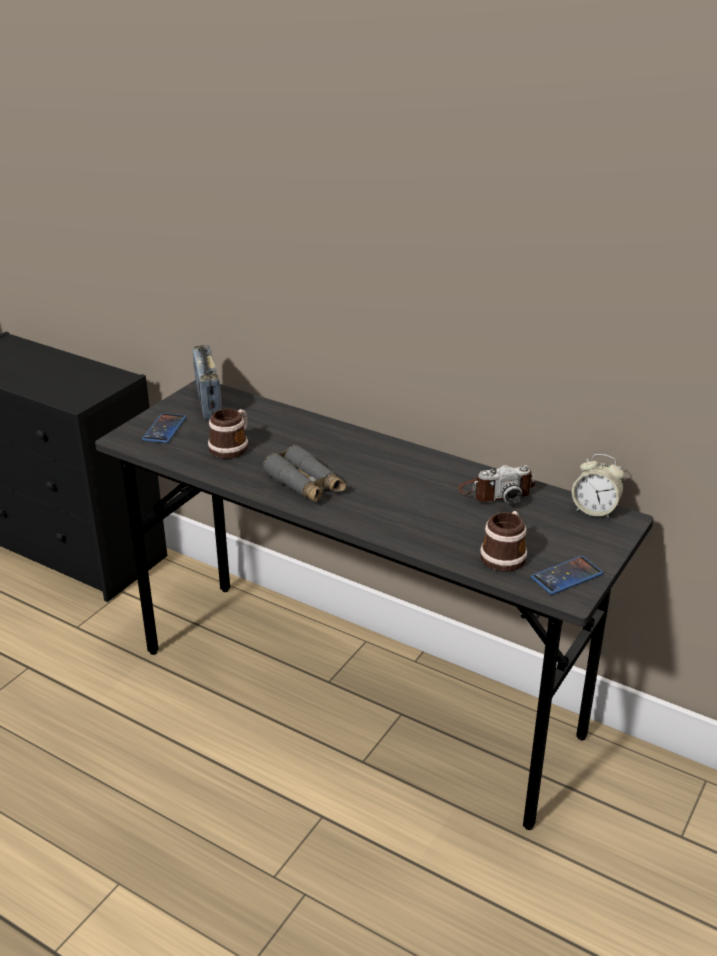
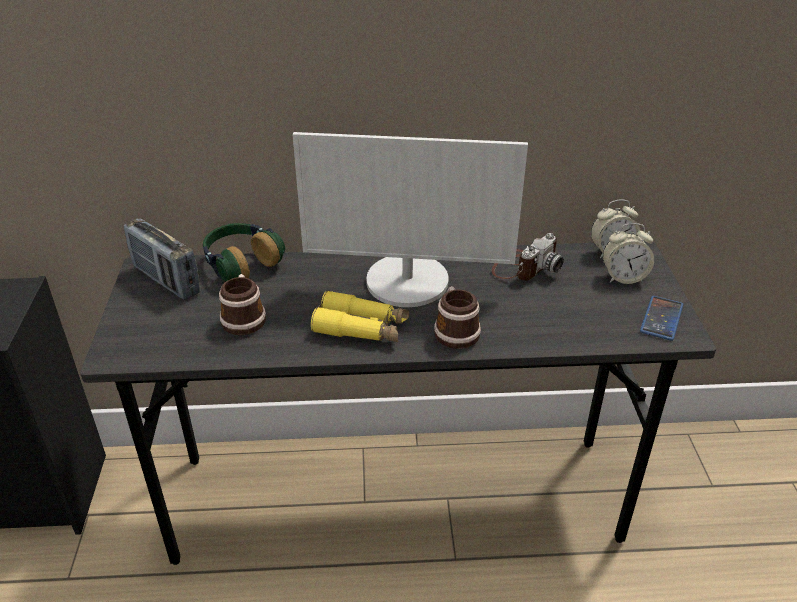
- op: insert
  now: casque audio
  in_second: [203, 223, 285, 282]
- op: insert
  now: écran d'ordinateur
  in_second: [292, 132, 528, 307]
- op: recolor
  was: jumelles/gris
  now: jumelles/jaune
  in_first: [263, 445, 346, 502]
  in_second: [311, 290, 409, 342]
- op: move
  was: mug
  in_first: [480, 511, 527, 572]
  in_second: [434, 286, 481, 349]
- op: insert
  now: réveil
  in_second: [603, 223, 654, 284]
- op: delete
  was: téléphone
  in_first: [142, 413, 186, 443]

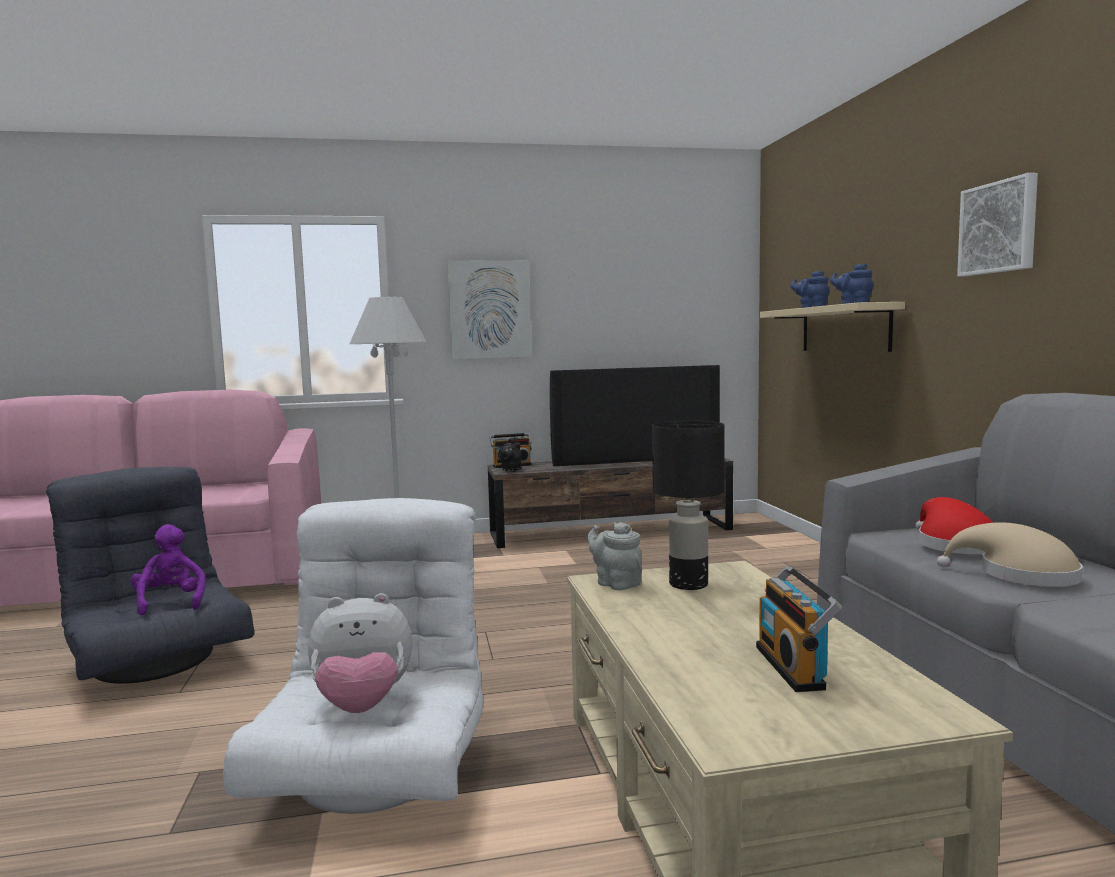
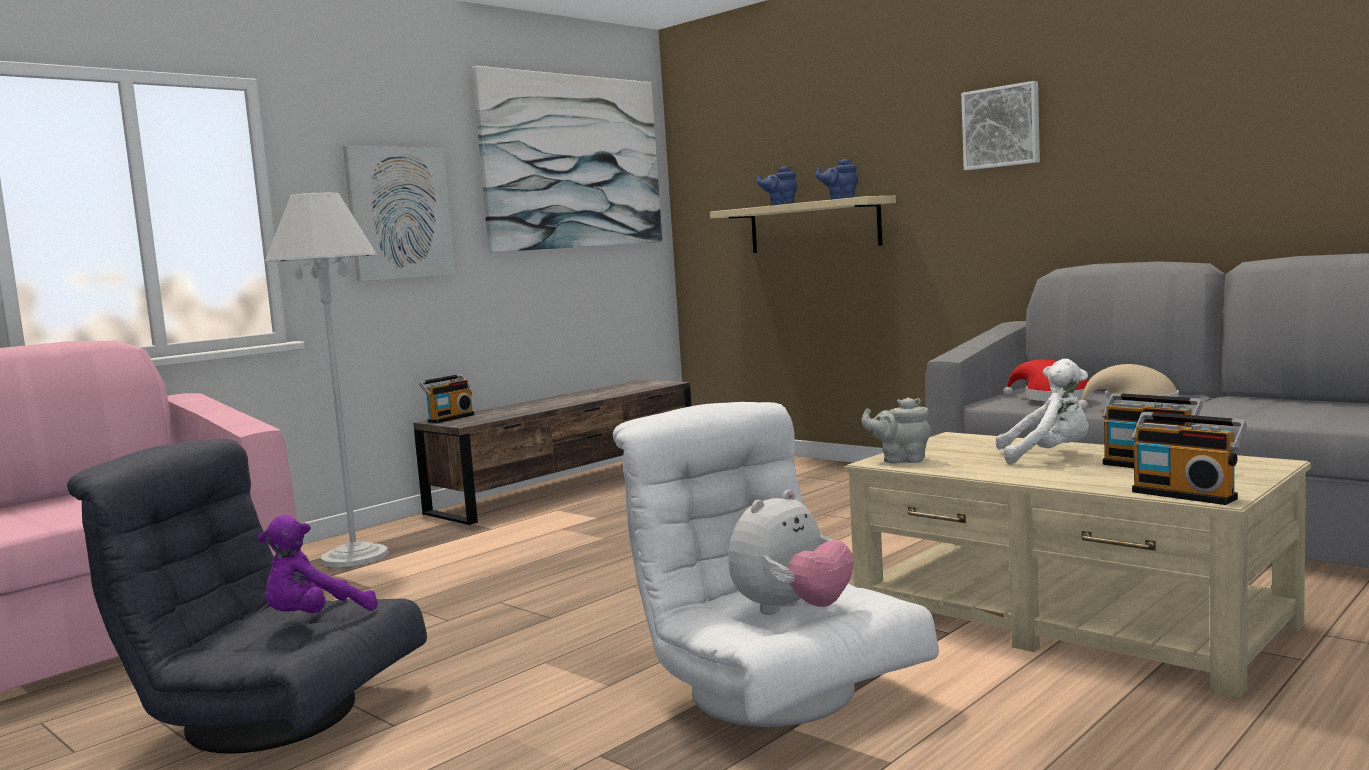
- op: rotate
  was: peluche/violet
  in_first: [130, 524, 206, 615]
  in_second: [258, 515, 378, 613]
  clockwise: -75
- op: insert
  now: tableau
  in_second: [472, 66, 662, 253]
- op: insert
  now: peluche/blanc
  in_second: [996, 359, 1089, 465]
- op: insert
  now: radio
  in_second: [1131, 412, 1247, 505]
- op: delete
  was: théière/noir
  in_first: [498, 438, 522, 472]
- op: delete
  was: téléviseur
  in_first: [550, 365, 720, 466]
- op: delete
  was: lampe de table/noir
  in_first: [652, 421, 724, 590]

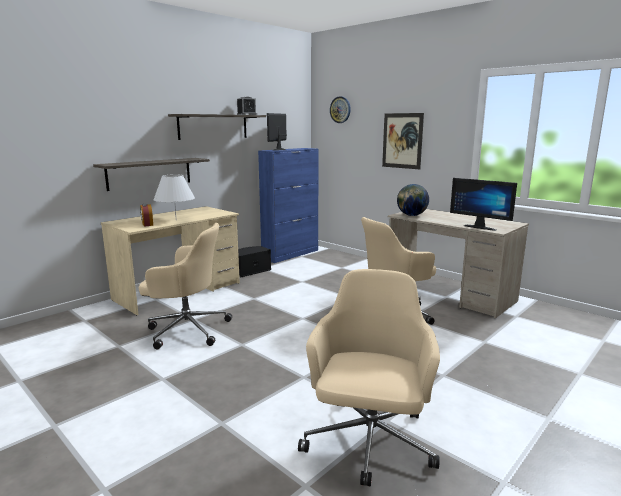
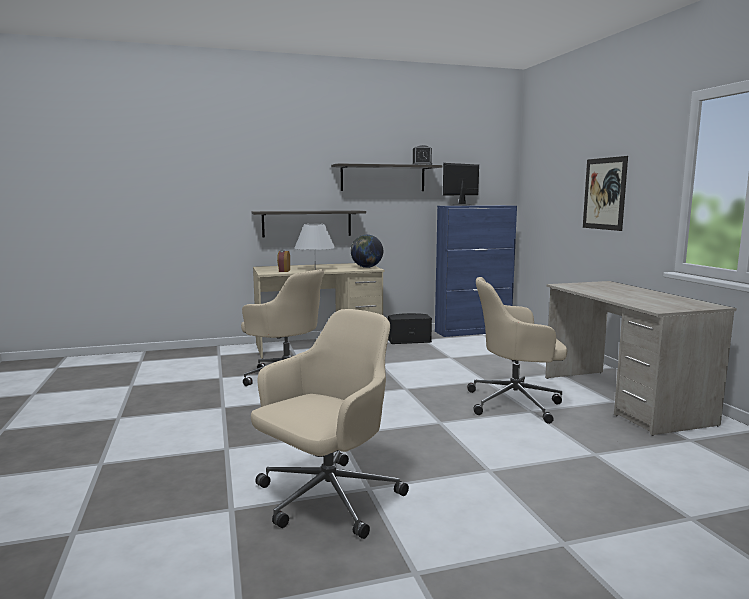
- op: move
  was: globe
  in_first: [397, 184, 429, 216]
  in_second: [351, 235, 383, 268]
- op: delete
  was: horloge murale
  in_first: [330, 96, 351, 123]
- op: delete
  was: écran d'ordinateur
  in_first: [450, 178, 517, 231]

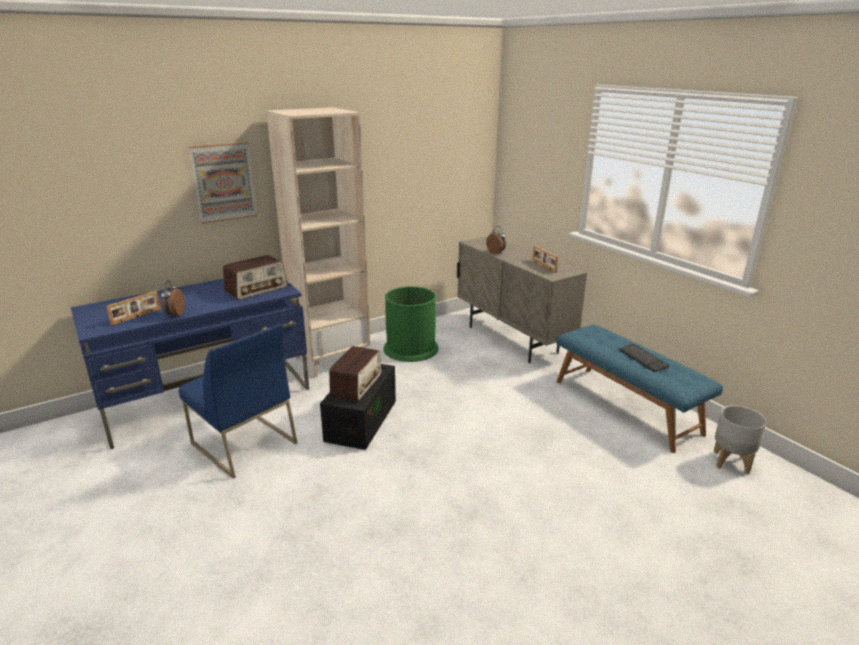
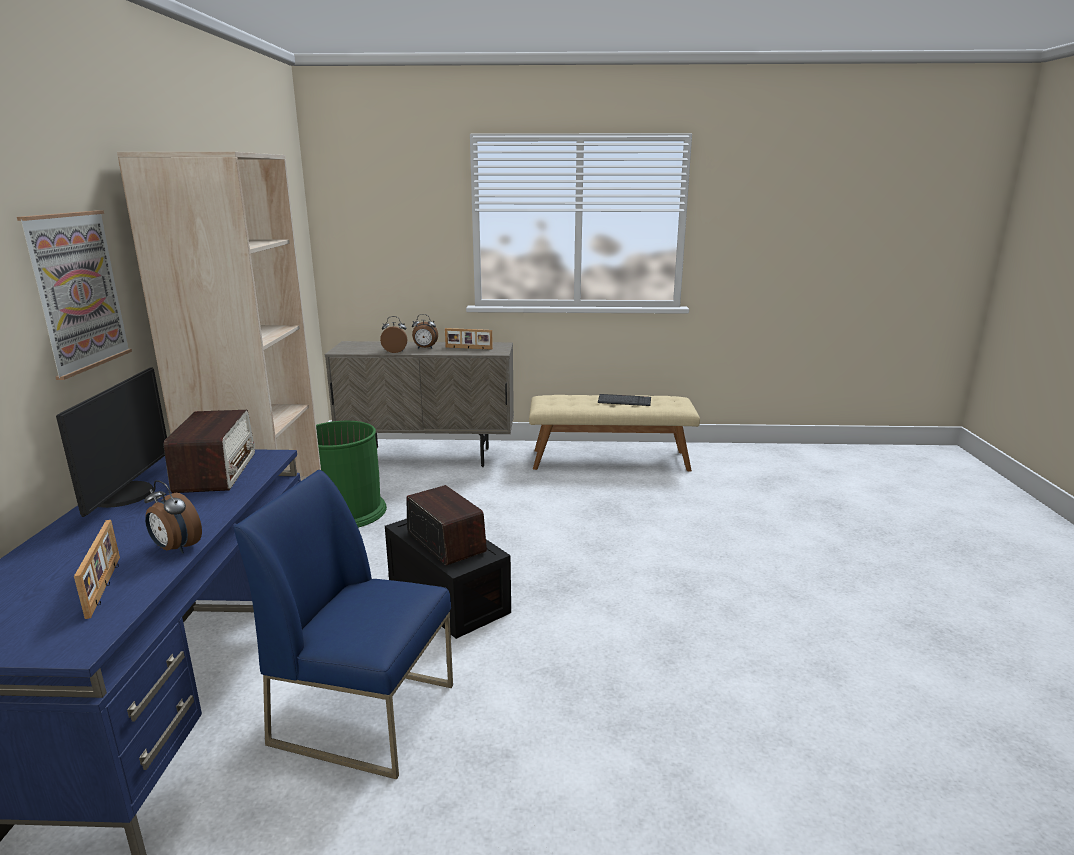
- op: insert
  now: écran d'ordinateur
  in_second: [56, 367, 167, 517]
- op: rotate
  was: chaise/bleu
  in_first: [179, 324, 297, 478]
  in_second: [234, 470, 453, 779]
  clockwise: -150
- op: insert
  now: réveil
  in_second: [412, 314, 438, 349]
- op: recolor
  was: banc/bleu
  now: banc/beige
  in_first: [556, 324, 723, 453]
  in_second: [529, 395, 700, 472]
- op: delete
  was: cache-pot/gris
  in_first: [713, 405, 767, 474]

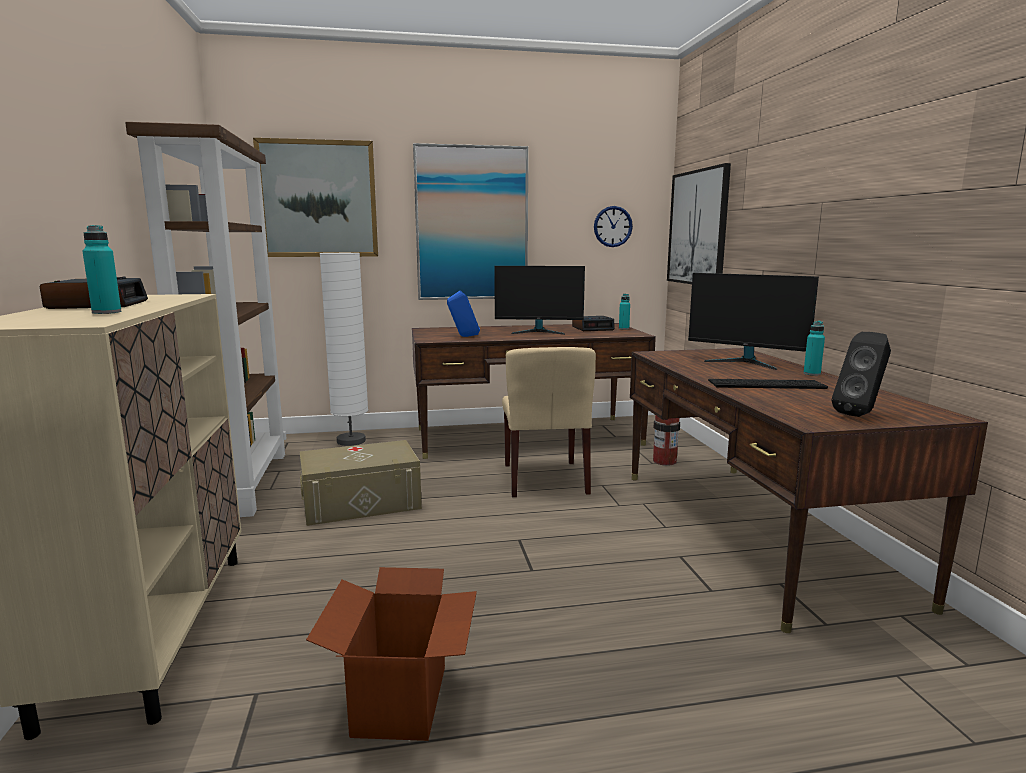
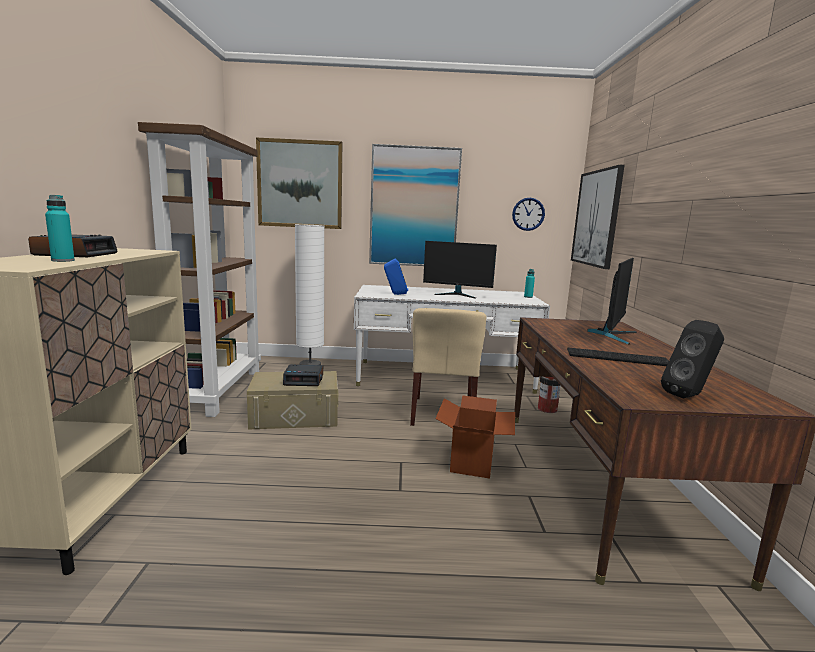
- op: move
  was: réveil
  in_first: [572, 316, 615, 331]
  in_second: [283, 364, 323, 386]
- op: recolor
  was: bureau/marron
  now: bureau/blanc
  in_first: [412, 323, 656, 459]
  in_second: [354, 285, 550, 394]
- op: move
  was: carton
  in_first: [306, 567, 477, 741]
  in_second: [435, 395, 515, 479]
- op: rotate
  was: écran d'ordinateur
  in_first: [688, 273, 819, 370]
  in_second: [587, 258, 637, 345]
  clockwise: -105
- op: delete
  was: bouteille/turquoise
  in_first: [804, 321, 825, 376]

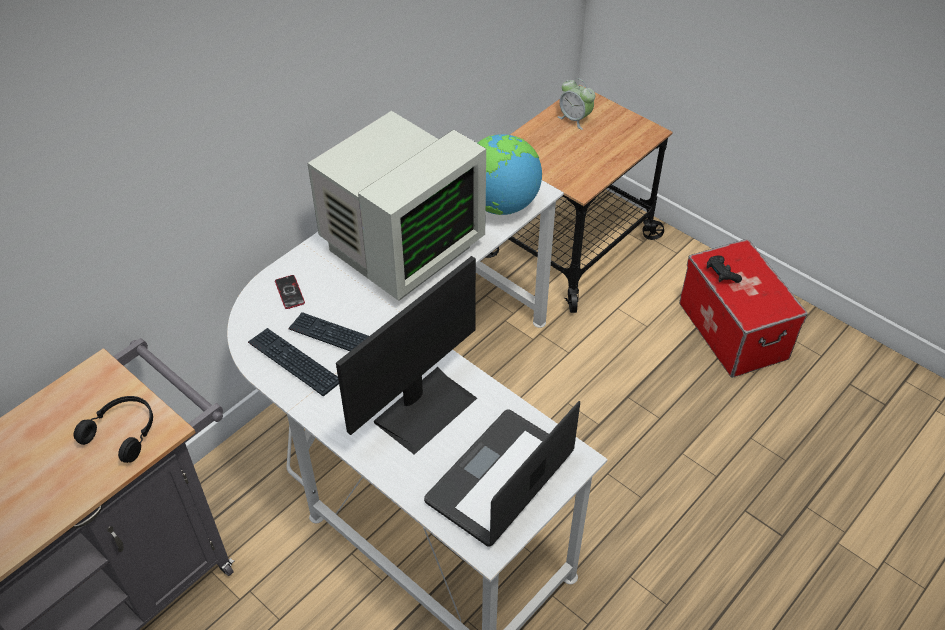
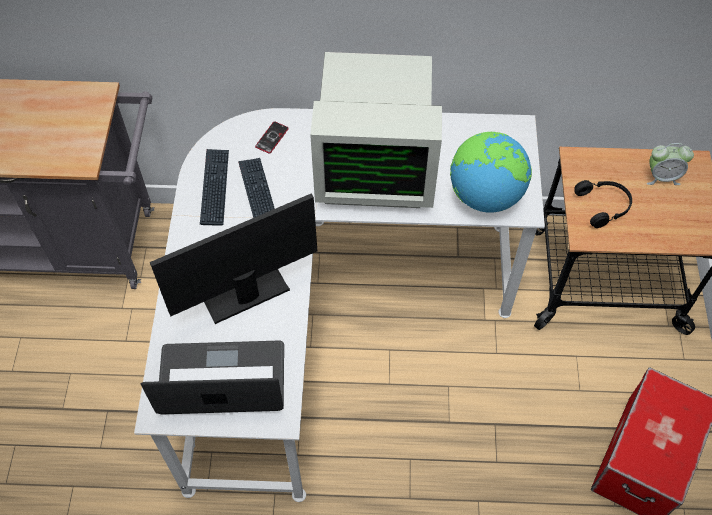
- op: rotate
  was: écran d'ordinateur
  in_first: [336, 256, 477, 455]
  in_second: [150, 194, 317, 324]
  clockwise: 150
- op: move
  was: casque audio/noir
  in_first: [74, 396, 153, 463]
  in_second: [574, 180, 632, 228]
- op: rotate
  was: réveil
  in_first: [558, 78, 595, 130]
  in_second: [647, 143, 694, 185]
  clockwise: -90
- op: delete
  was: manette/noir
  in_first: [707, 256, 742, 283]

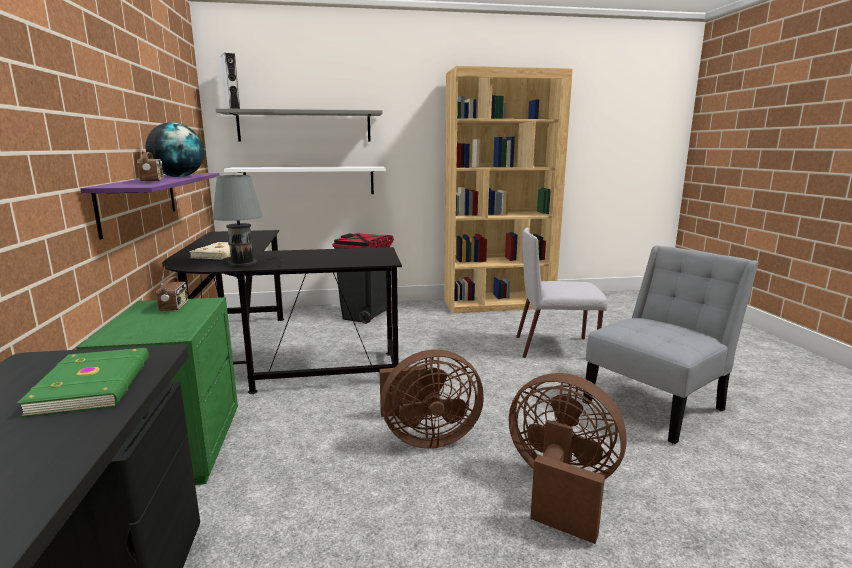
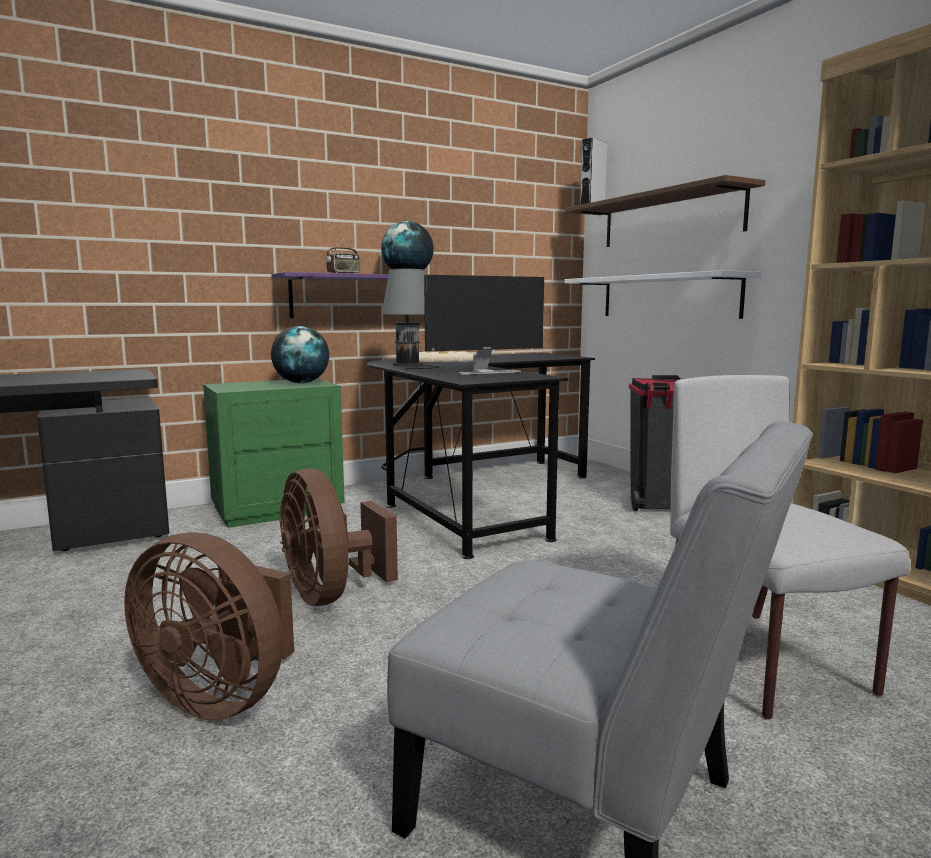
- op: rotate
  was: ventilateur/marron
  in_first: [509, 373, 627, 544]
  in_second: [124, 532, 294, 720]
  clockwise: 105
- op: replace
  was: radio
  now: globe
  in_first: [156, 266, 188, 312]
  in_second: [271, 326, 329, 383]
- op: insert
  now: écran d'ordinateur
  in_second: [424, 275, 544, 375]
- op: recolor
  was: étagère/gris
  now: étagère/marron
  in_first: [216, 109, 383, 142]
  in_second: [565, 175, 765, 247]
- op: delete
  was: livre/vert
  in_first: [17, 348, 149, 418]

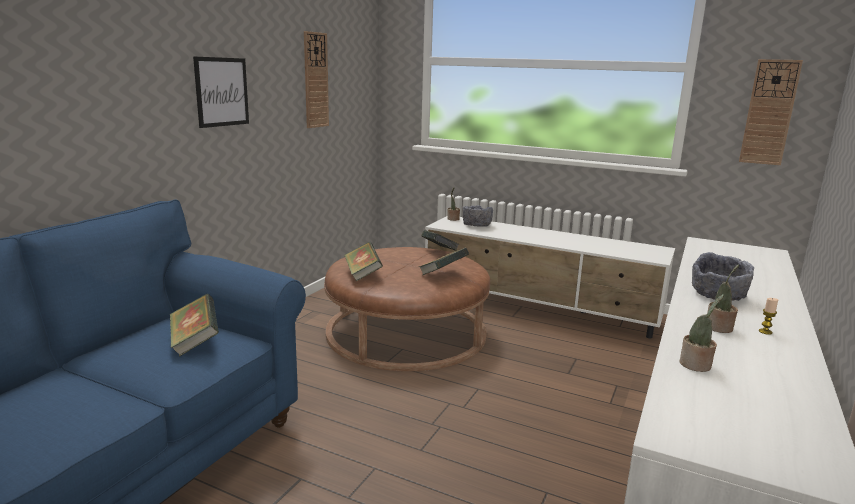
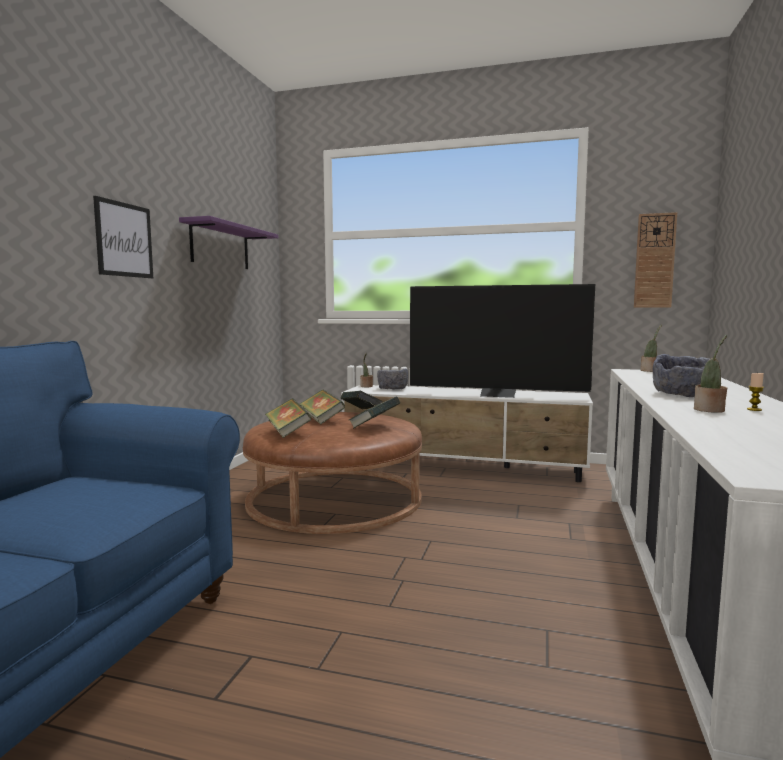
- op: replace
  was: horloge murale
  now: étagère/violet
  in_first: [304, 31, 329, 128]
  in_second: [179, 216, 278, 269]
- op: move
  was: livre
  in_first: [170, 294, 219, 356]
  in_second: [300, 389, 345, 424]
- op: insert
  now: téléviseur
  in_second: [410, 284, 595, 398]
- op: move
  was: plante en pot
  in_first: [679, 294, 724, 372]
  in_second: [640, 324, 662, 372]

